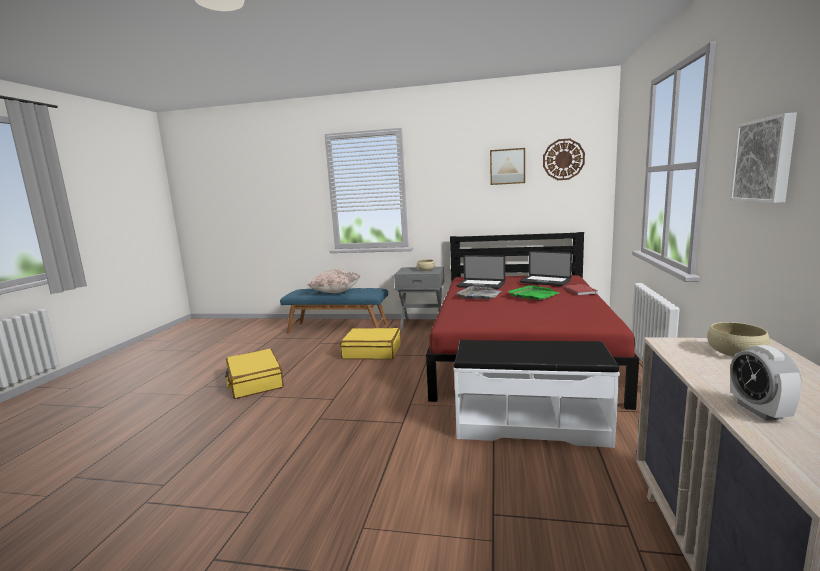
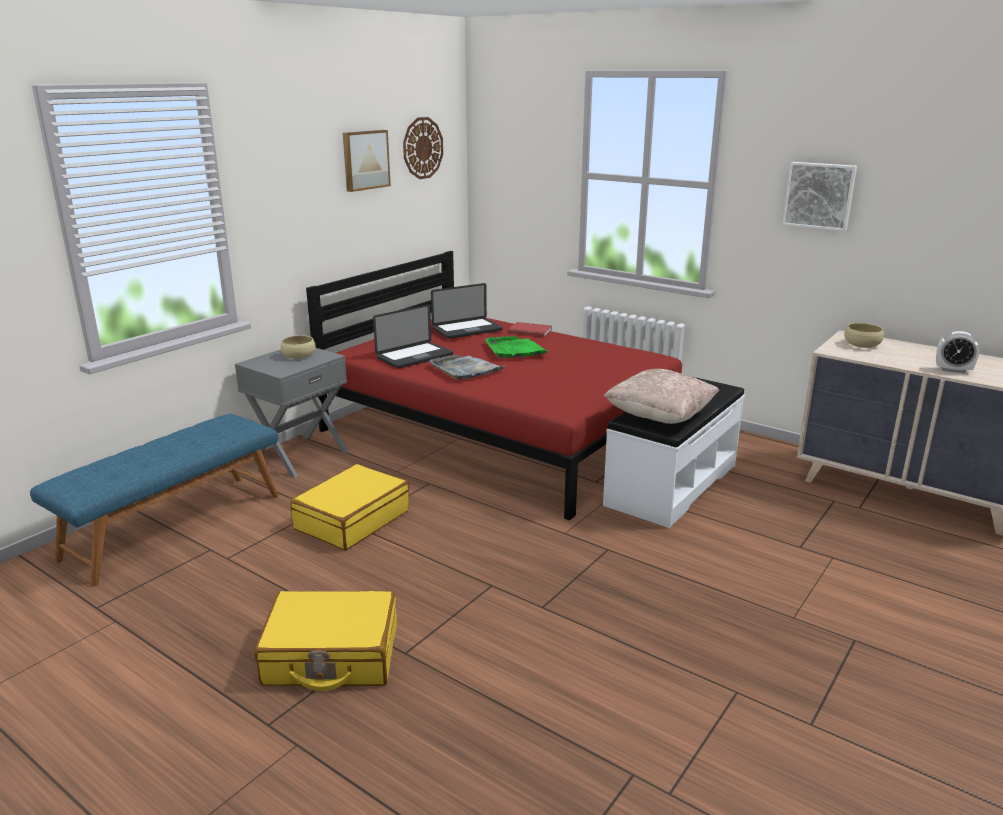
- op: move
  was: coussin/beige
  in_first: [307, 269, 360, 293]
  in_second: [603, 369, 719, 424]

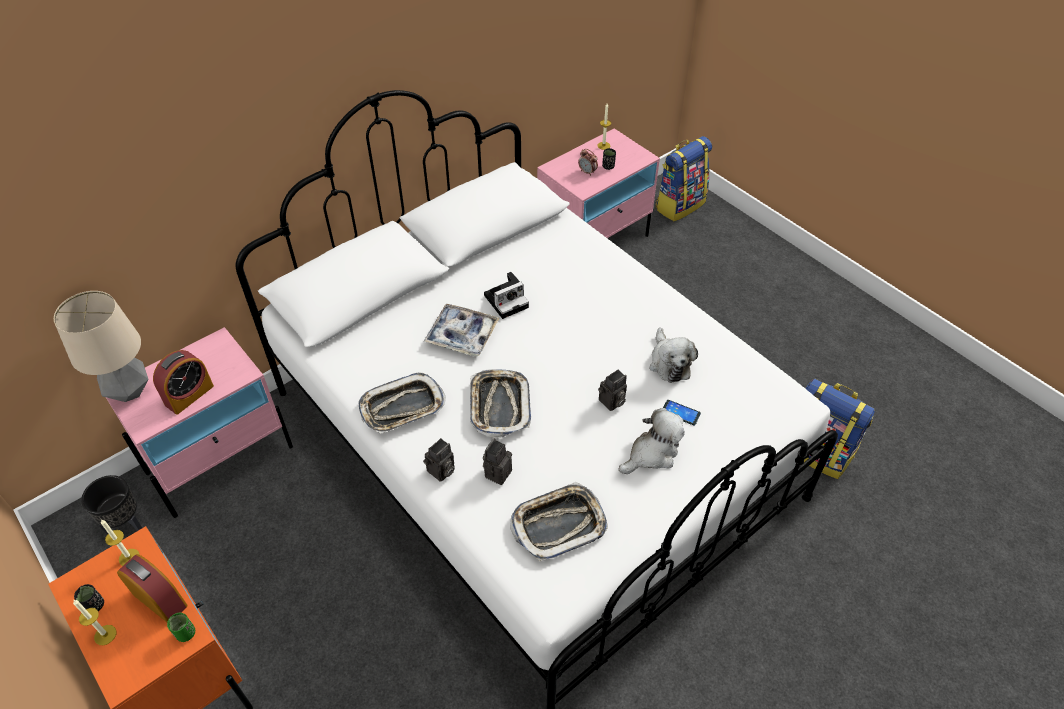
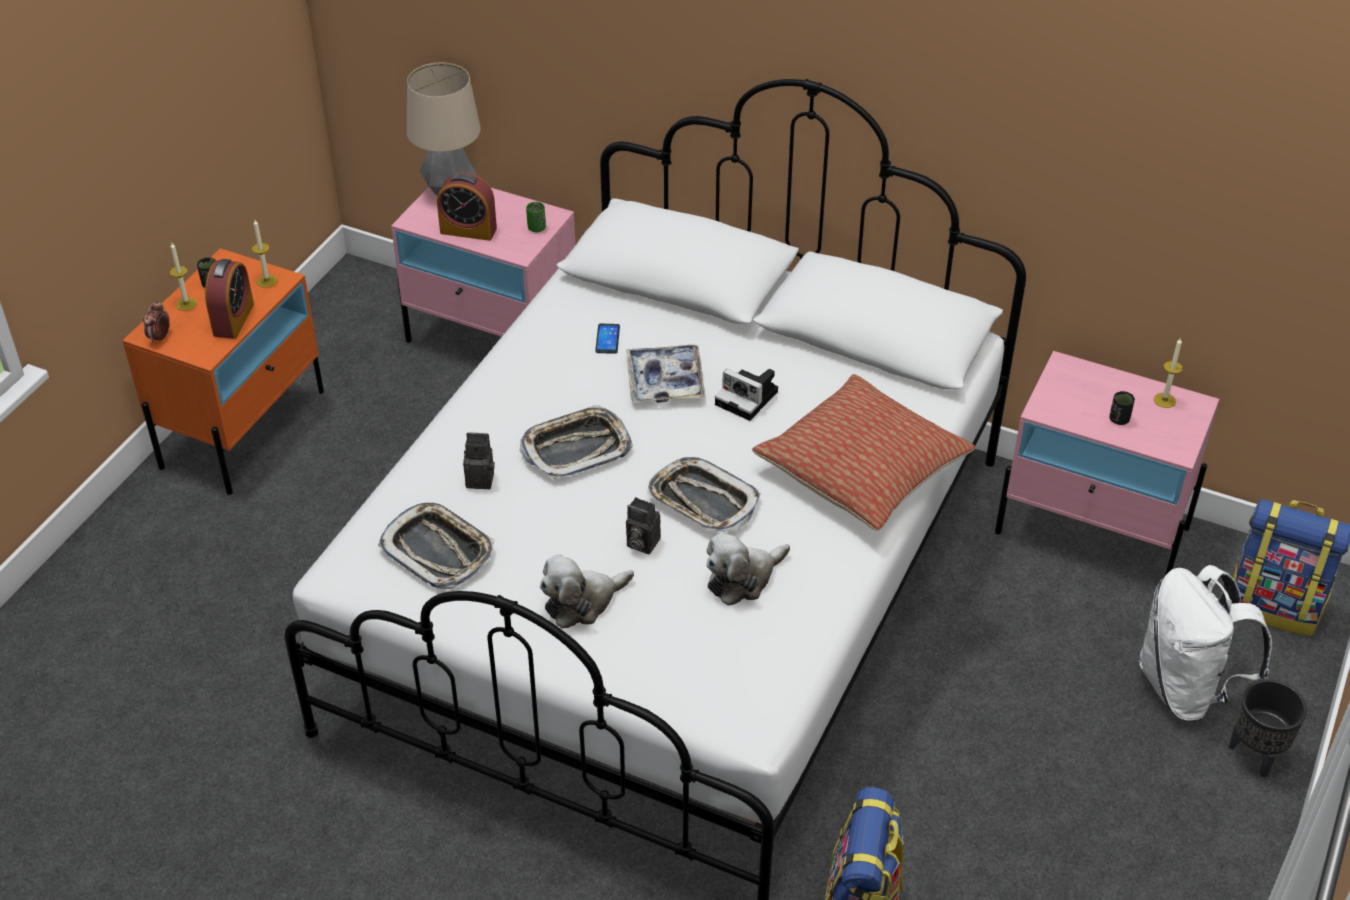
- op: move
  was: réveil
  in_first: [578, 149, 598, 176]
  in_second: [143, 301, 170, 343]
- op: move
  was: tasse/vert
  in_first: [167, 613, 195, 642]
  in_second: [526, 202, 546, 232]
- op: rotate
  was: peluche
  in_first: [618, 408, 685, 474]
  in_second: [540, 554, 634, 629]
  clockwise: 120
- op: move
  was: téléphone
  in_first: [663, 400, 701, 426]
  in_second: [595, 324, 620, 354]
- op: move
  was: plateau
  in_first: [358, 373, 446, 433]
  in_second: [647, 457, 761, 532]
- op: insert
  now: coussin
  in_second: [752, 374, 976, 531]
- op: insert
  now: sac à dos/blanc
  in_second: [1138, 565, 1272, 722]
- op: move
  was: cache-pot/noir
  in_first: [81, 475, 142, 534]
  in_second: [1229, 680, 1307, 777]
- op: delete
  was: appareil photo
  in_first: [423, 438, 455, 482]

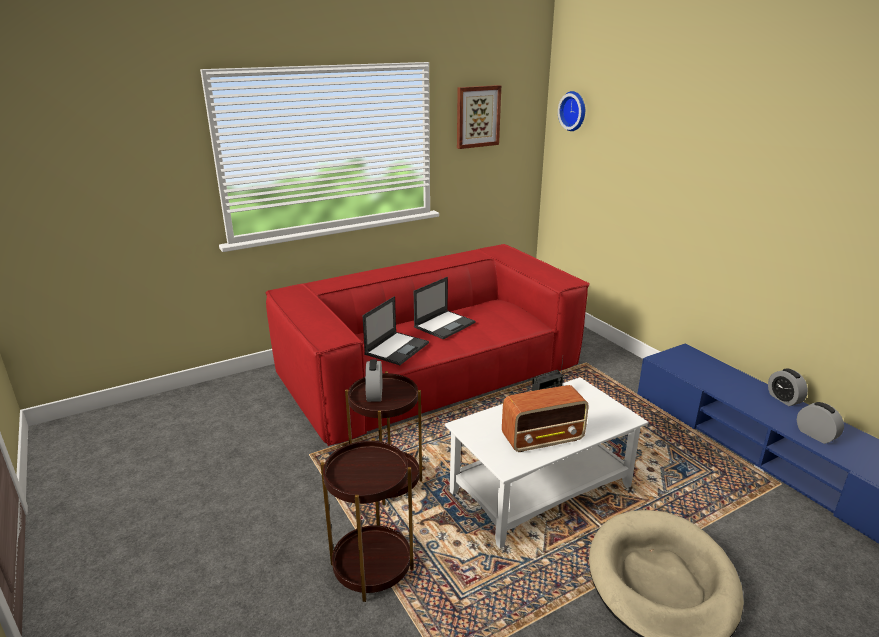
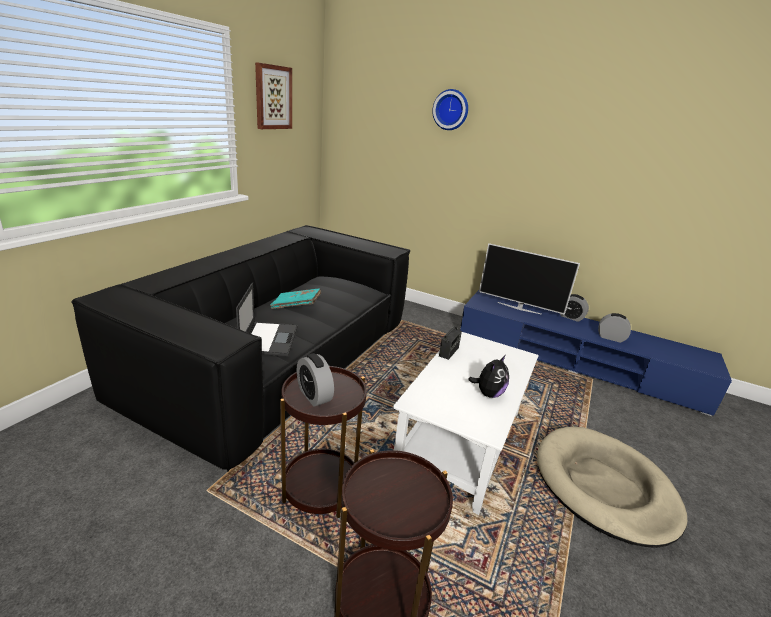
- op: recolor
  was: canapé/rouge
  now: canapé/noir
  in_first: [266, 244, 590, 446]
  in_second: [71, 225, 410, 471]
- op: replace
  was: ordinateur portable
  now: livre/turquoise
  in_first: [414, 277, 475, 340]
  in_second: [270, 288, 321, 309]
- op: move
  was: horloge murale
  in_first: [558, 91, 585, 131]
  in_second: [432, 89, 468, 130]
- op: replace
  was: radio
  now: peluche
  in_first: [502, 385, 589, 452]
  in_second: [468, 356, 509, 398]
- op: insert
  now: téléviseur
  in_second: [479, 243, 580, 315]

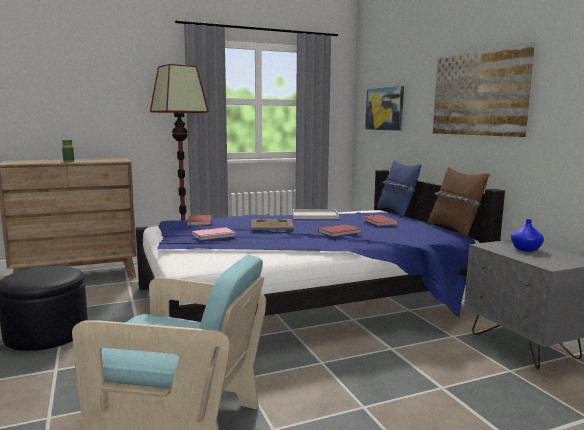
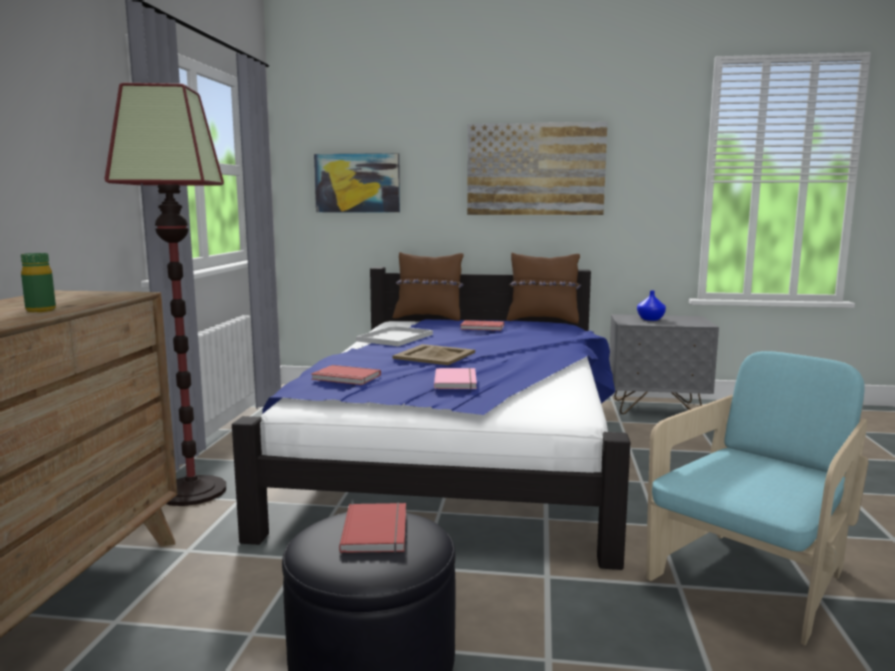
- op: move
  was: livre/rouge
  in_first: [318, 224, 361, 237]
  in_second: [339, 503, 406, 553]
- op: recolor
  was: coussin/bleu
  now: coussin/marron
  in_first: [377, 161, 422, 217]
  in_second: [393, 252, 464, 321]

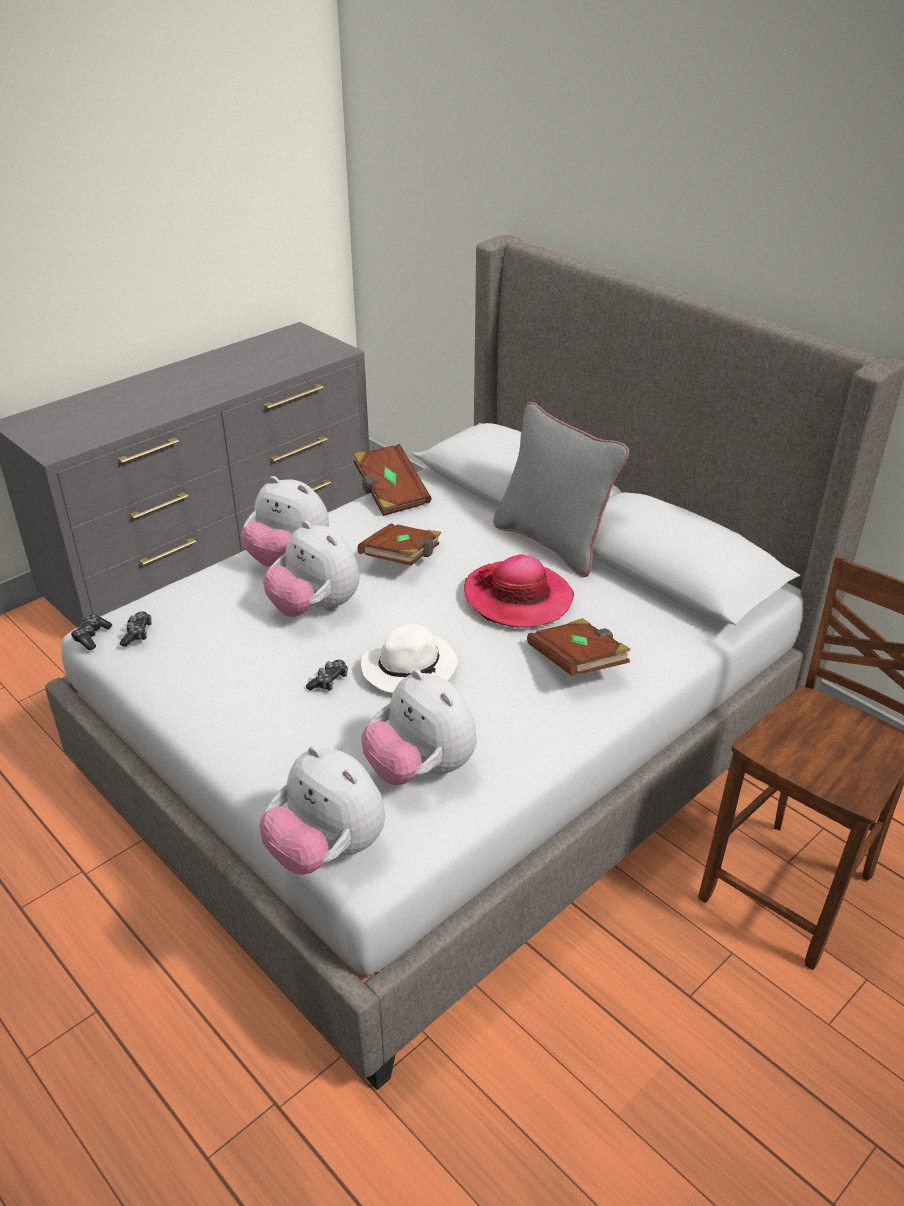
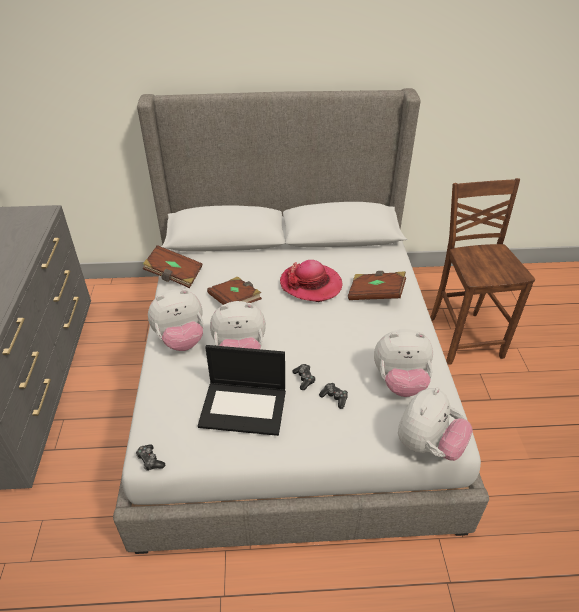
- op: insert
  now: ordinateur portable
  in_second: [198, 345, 286, 436]
- op: move
  was: manette
  in_first: [120, 612, 152, 646]
  in_second: [319, 383, 348, 409]
- op: rotate
  was: peluche
  in_first: [259, 746, 385, 875]
  in_second: [398, 387, 473, 461]
  clockwise: -45
- op: delete
  was: chapeau/blanc
  in_first: [361, 624, 457, 693]
- op: delete
  was: coussin/gris
  in_first: [493, 402, 629, 577]

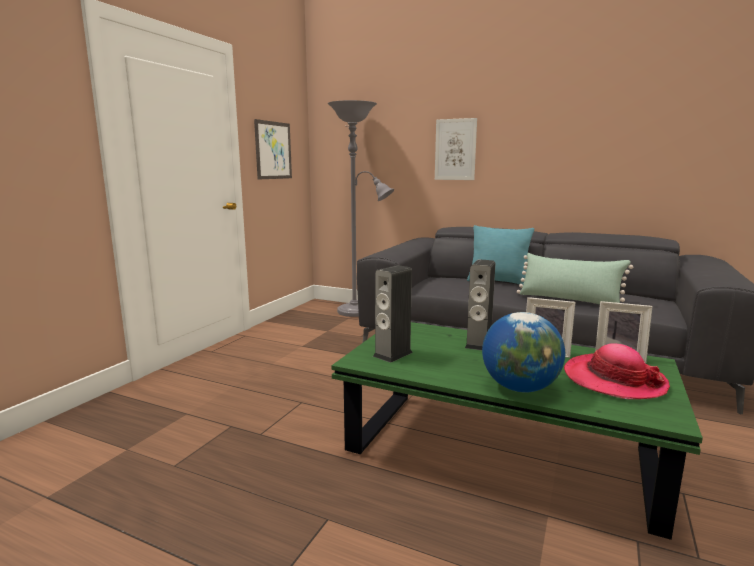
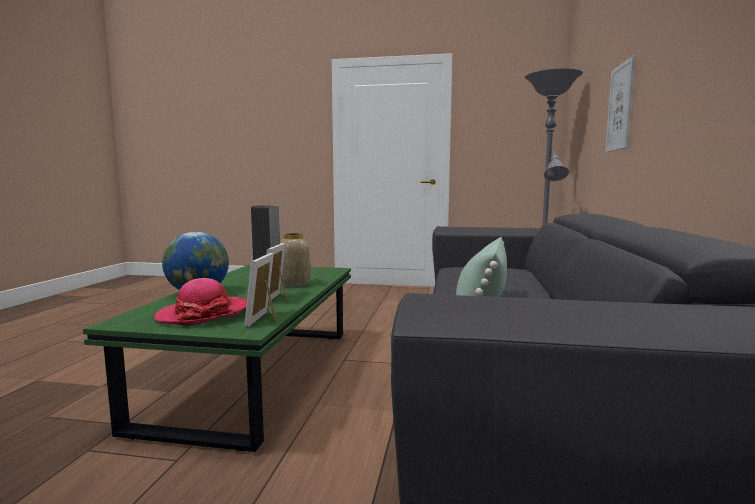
- op: replace
  was: enceinte
  now: vase
  in_first: [465, 259, 495, 350]
  in_second: [280, 233, 311, 287]
- op: delete
  was: tableau
  in_first: [254, 119, 292, 180]
- op: delete
  was: coussin/turquoise
  in_first: [467, 225, 534, 284]

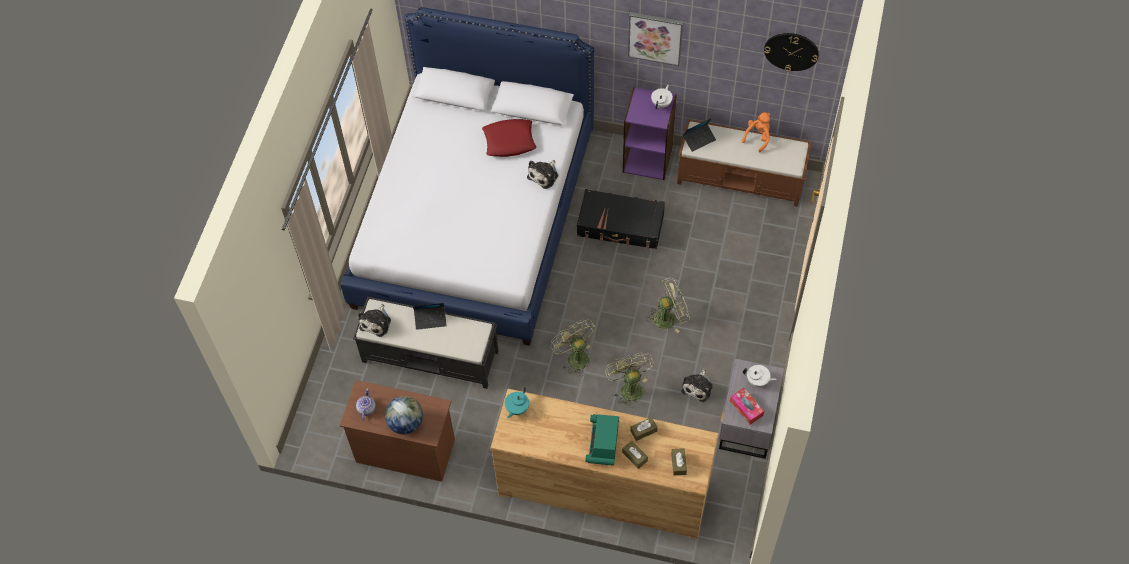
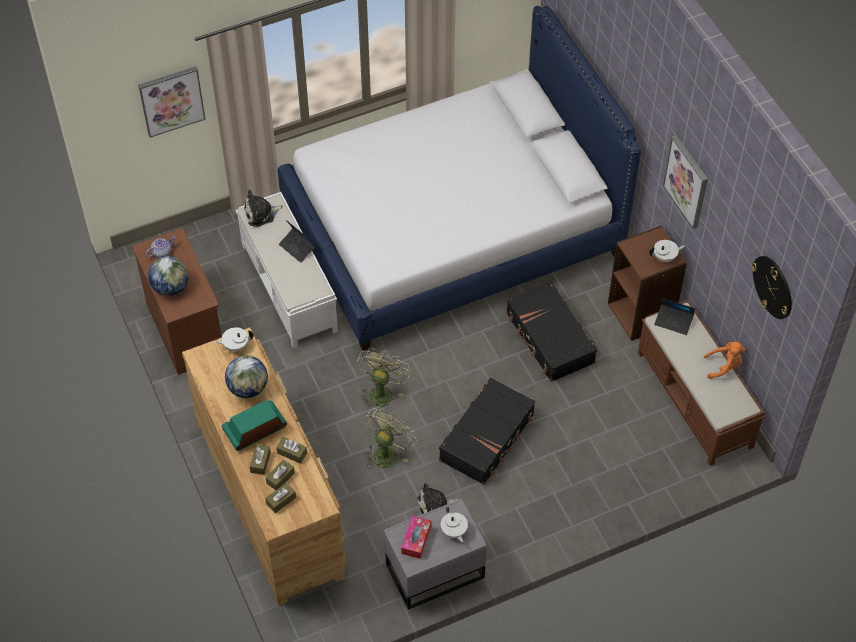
- op: insert
  now: tableau
  in_second: [138, 66, 206, 138]
- op: recolor
  was: théière/turquoise
  now: théière/blanc
  in_first: [505, 387, 529, 418]
  in_second: [214, 327, 253, 351]
- op: insert
  now: globe
  in_second: [225, 355, 268, 398]
- op: recolor
  was: banc/noir
  now: banc/blanc
  in_first: [353, 297, 499, 389]
  in_second: [236, 192, 338, 348]
- op: insert
  now: boîte à mouchoirs/marron
  in_second: [265, 459, 295, 490]
- op: replace
  was: ventilateur/vert
  now: valise/noir
  in_first: [648, 277, 690, 333]
  in_second: [439, 378, 535, 485]
- op: recolor
  was: bibliothèque/violet
  now: bibliothèque/marron
  in_first: [623, 87, 677, 180]
  in_second: [608, 225, 687, 341]
- op: delete
  was: coussin/rouge
  in_first: [482, 119, 537, 157]
- op: delete
  was: peluche
  in_first: [527, 160, 558, 189]

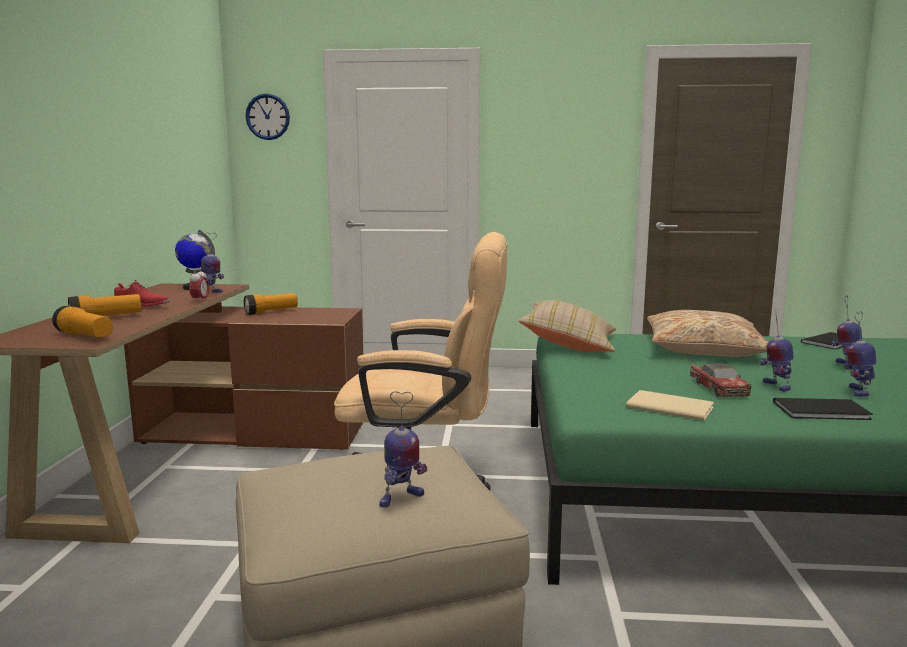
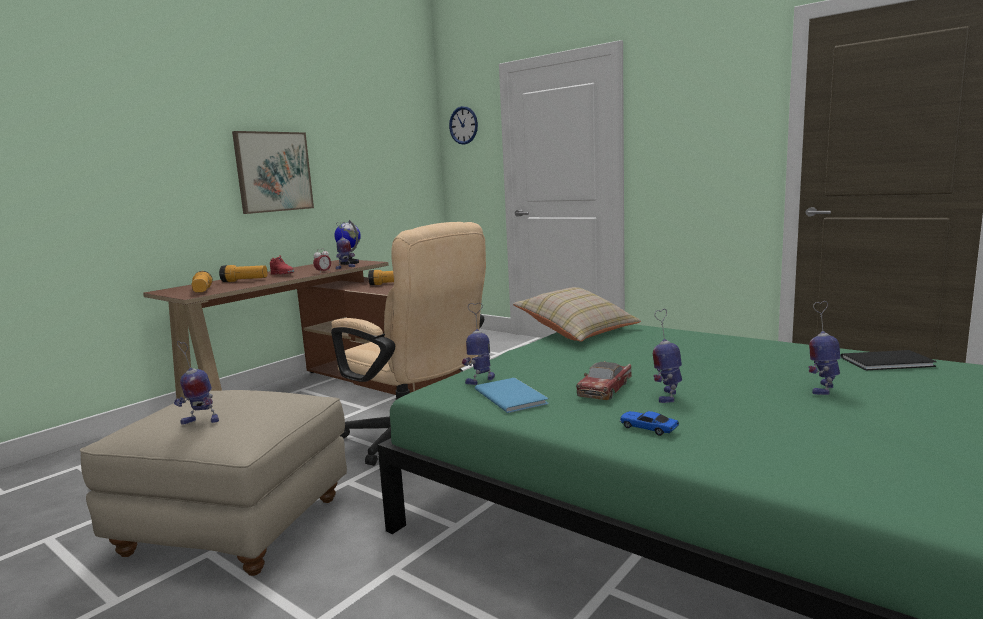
- op: insert
  now: tableau
  in_second: [232, 131, 314, 214]
- op: move
  was: robot jouet
  in_first: [844, 311, 876, 397]
  in_second: [462, 303, 495, 385]
- op: recolor
  was: livre/beige
  now: livre/bleu
  in_first: [626, 390, 714, 421]
  in_second: [475, 378, 549, 413]
- op: replace
  was: livre/noir
  now: petite voiture
  in_first: [773, 398, 873, 420]
  in_second: [620, 411, 679, 436]
- op: delete
  was: coussin/beige
  in_first: [647, 310, 768, 357]

